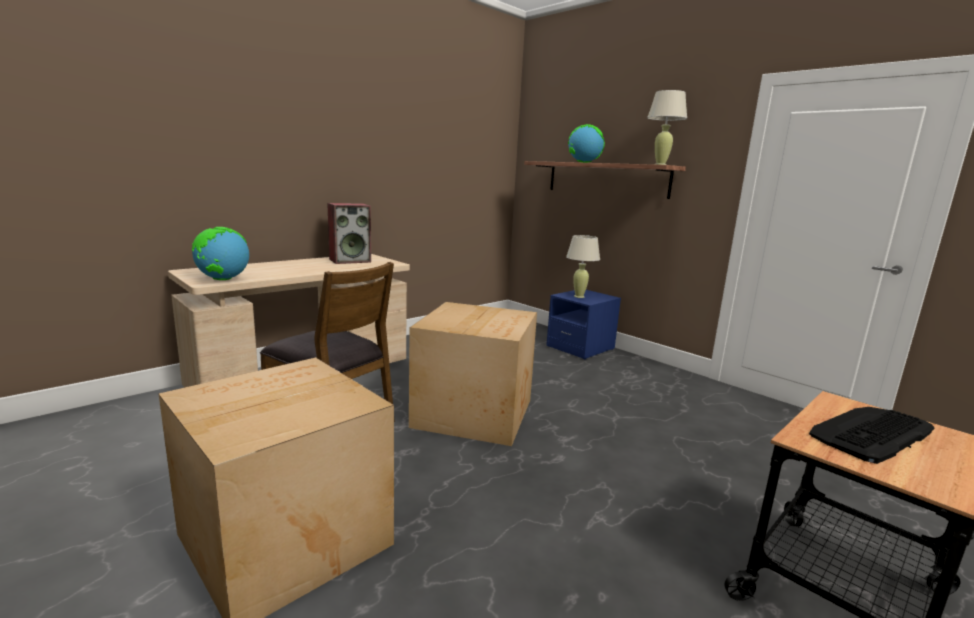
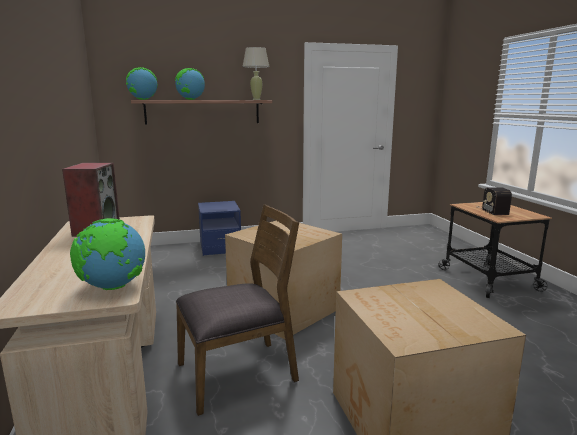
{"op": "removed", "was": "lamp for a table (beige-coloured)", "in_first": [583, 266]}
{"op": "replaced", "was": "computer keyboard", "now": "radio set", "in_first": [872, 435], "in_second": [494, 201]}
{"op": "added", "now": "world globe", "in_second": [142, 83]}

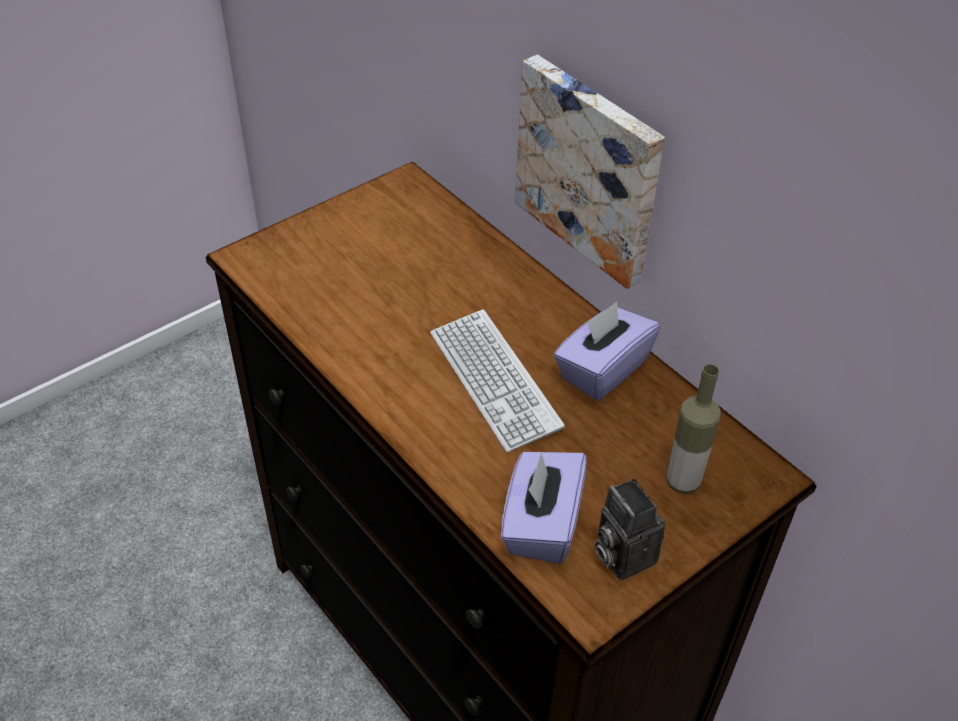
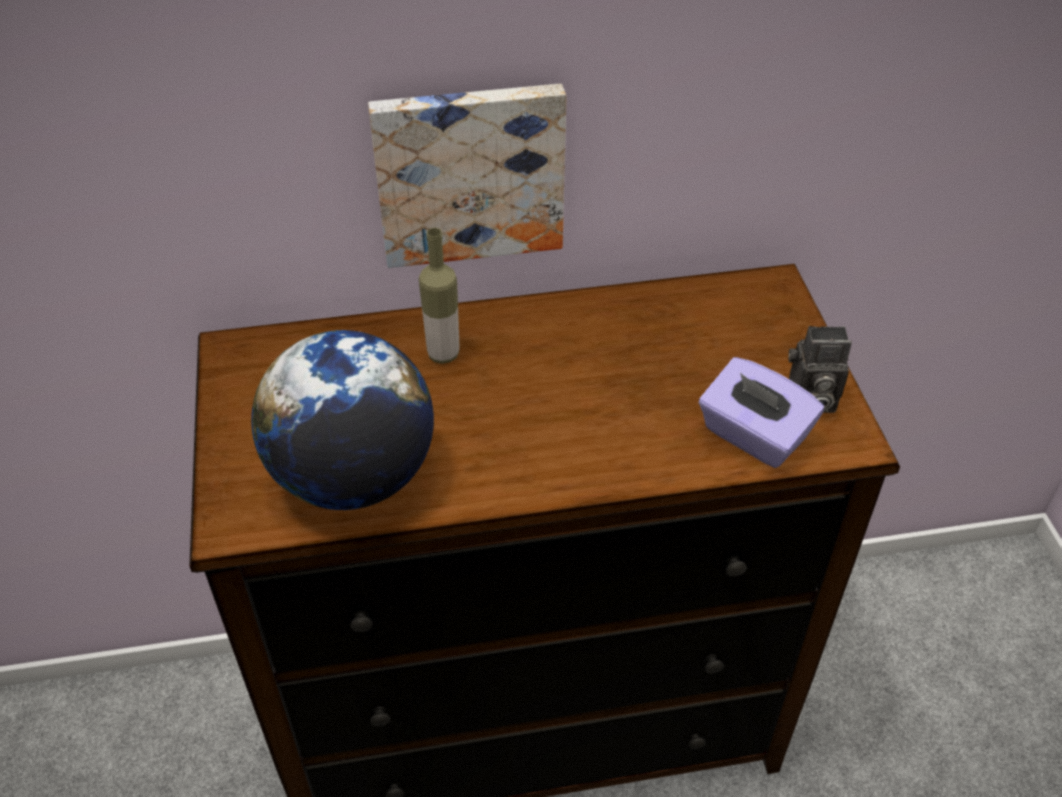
{"op": "removed", "was": "computer keyboard", "in_first": [497, 381]}
{"op": "removed", "was": "box of tissues (purple)", "in_first": [607, 351]}
{"op": "moved", "was": "drink bottle", "in_first": [694, 429], "in_second": [439, 296]}
{"op": "added", "now": "world globe", "in_second": [342, 420]}

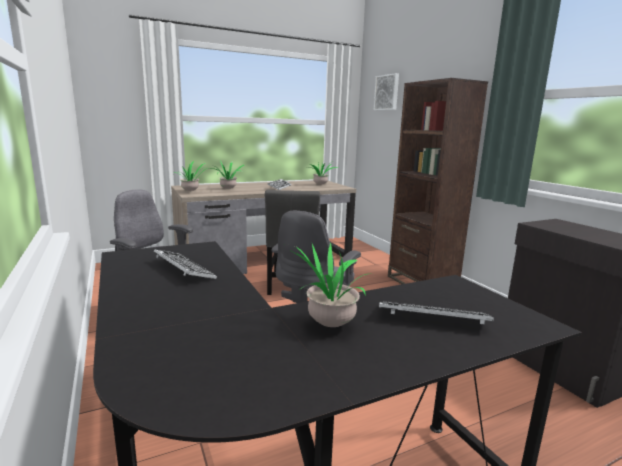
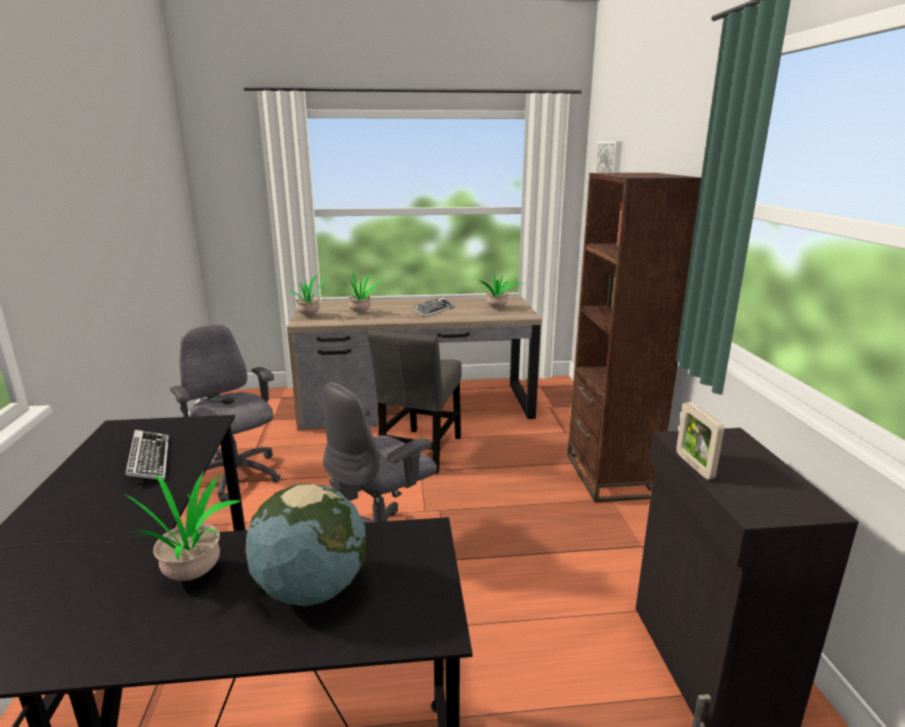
{"op": "replaced", "was": "computer keyboard", "now": "world globe", "in_first": [436, 313], "in_second": [305, 545]}
{"op": "added", "now": "picture frame", "in_second": [700, 441]}

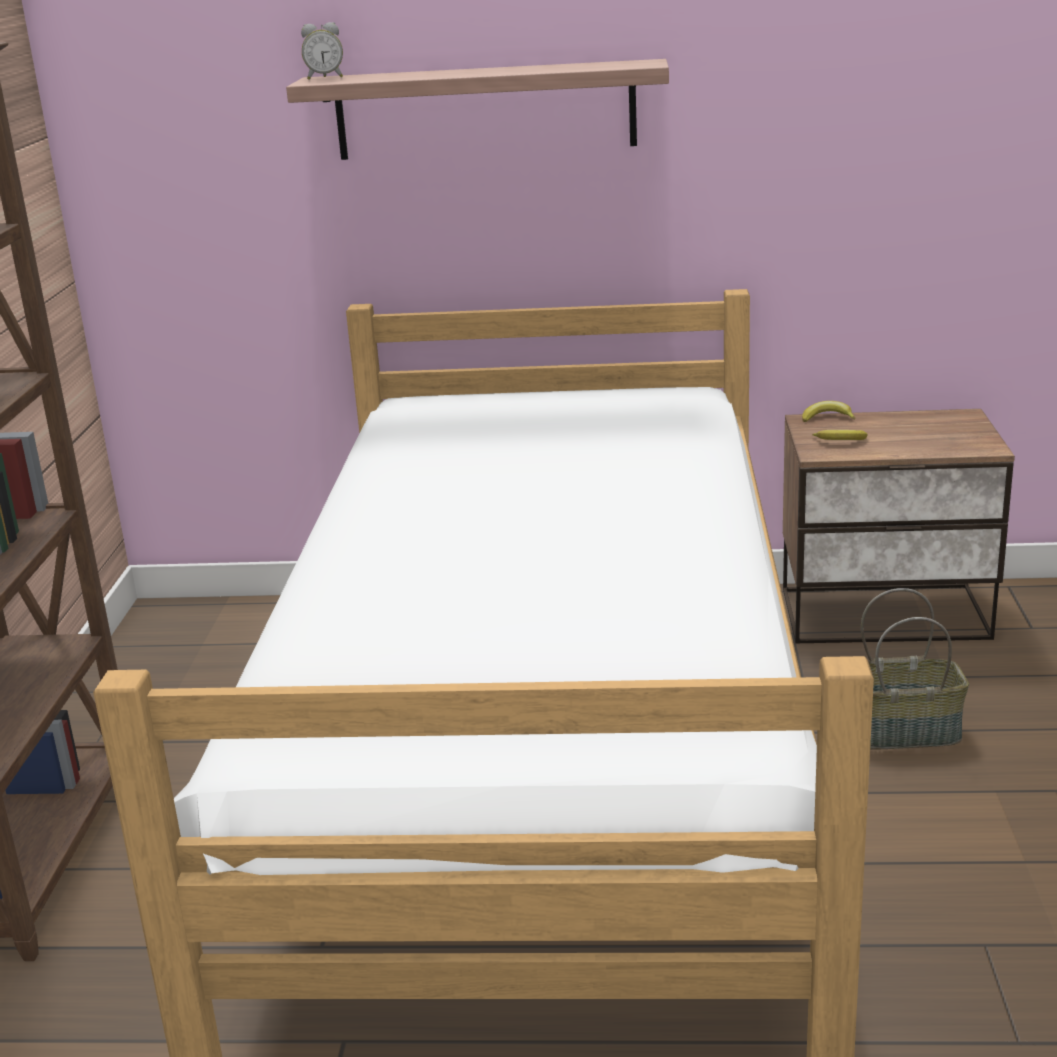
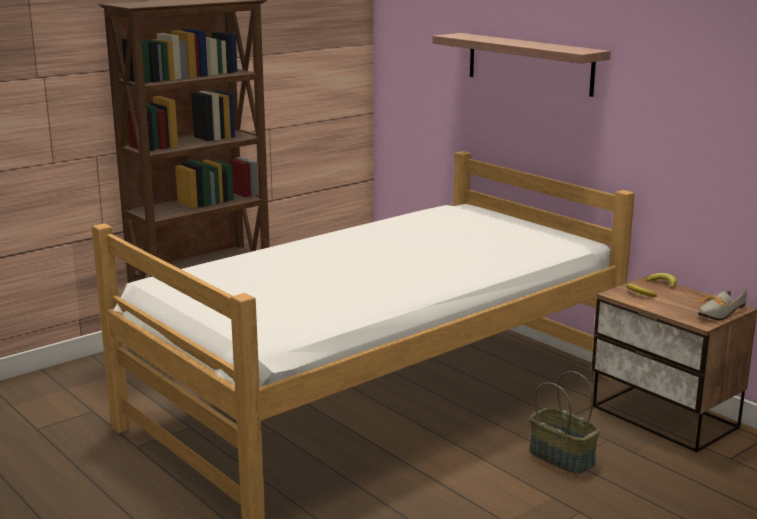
{"op": "removed", "was": "bedside clock", "in_first": [322, 51]}
{"op": "added", "now": "low shoe", "in_second": [722, 304]}

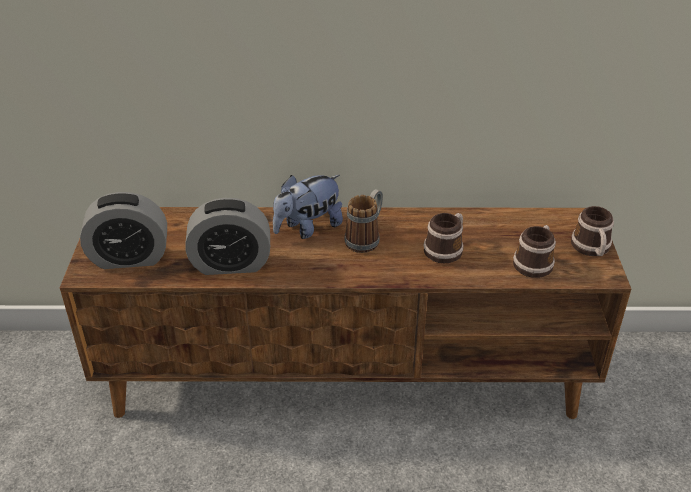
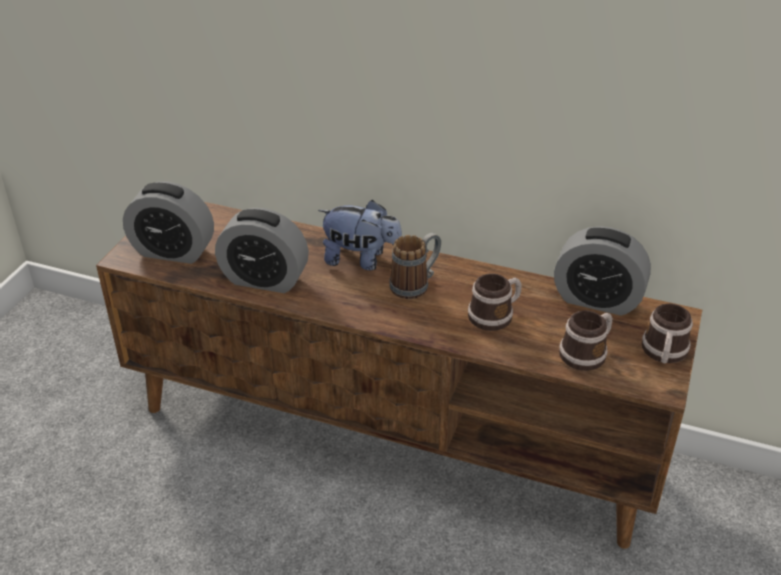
{"op": "turned", "was": "soft toy", "in_first": [308, 207], "in_second": [360, 235], "clockwise": -150}
{"op": "added", "now": "bedside clock", "in_second": [602, 271]}

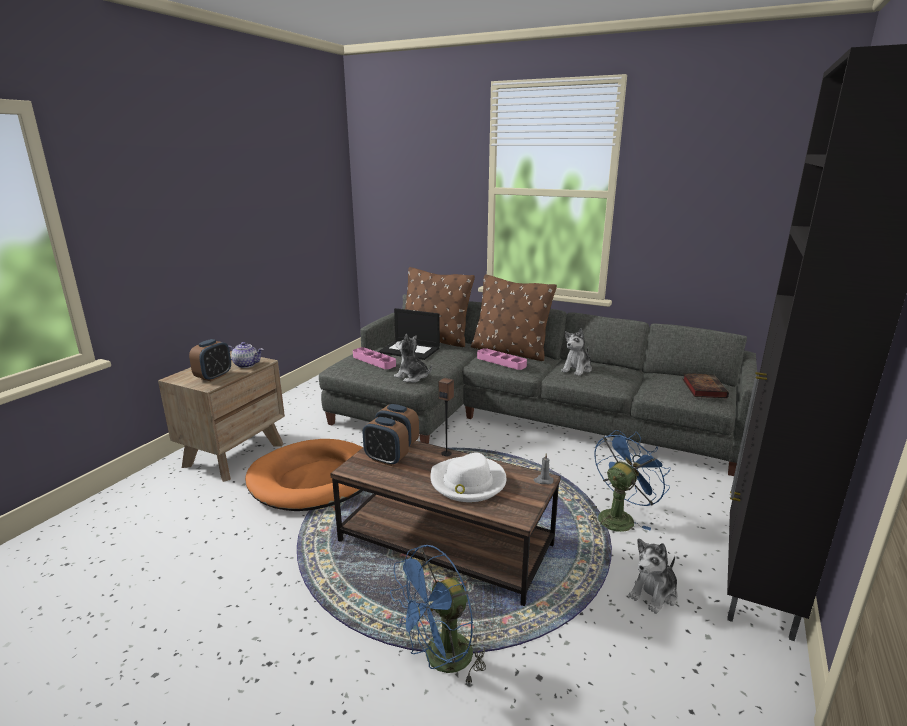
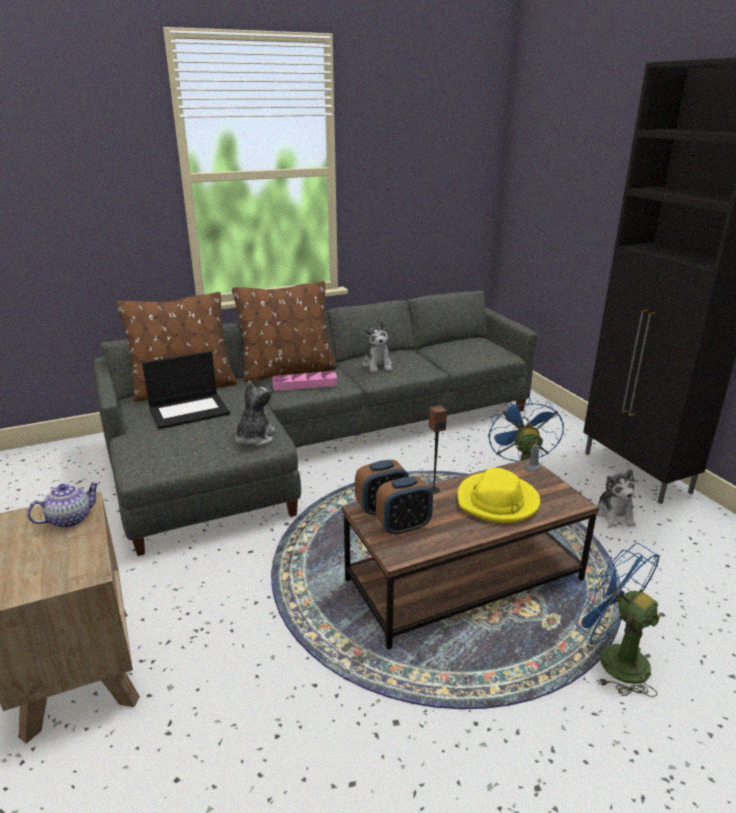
{"op": "removed", "was": "bedside clock", "in_first": [210, 360]}
{"op": "removed", "was": "pet bed (orange-coloured)", "in_first": [304, 475]}
{"op": "removed", "was": "tray (pink-coloured)", "in_first": [374, 358]}
{"op": "turned", "was": "cooling fan (blue-coloured)", "in_first": [438, 615], "in_second": [617, 620], "clockwise": 135}
{"op": "turned", "was": "soft toy", "in_first": [413, 358], "in_second": [255, 413], "clockwise": 120}
{"op": "recoloured", "was": "hat (white-coloured)", "now": "hat (yellowish)", "in_first": [468, 477], "in_second": [498, 495]}
{"op": "removed", "was": "bound book", "in_first": [706, 385]}

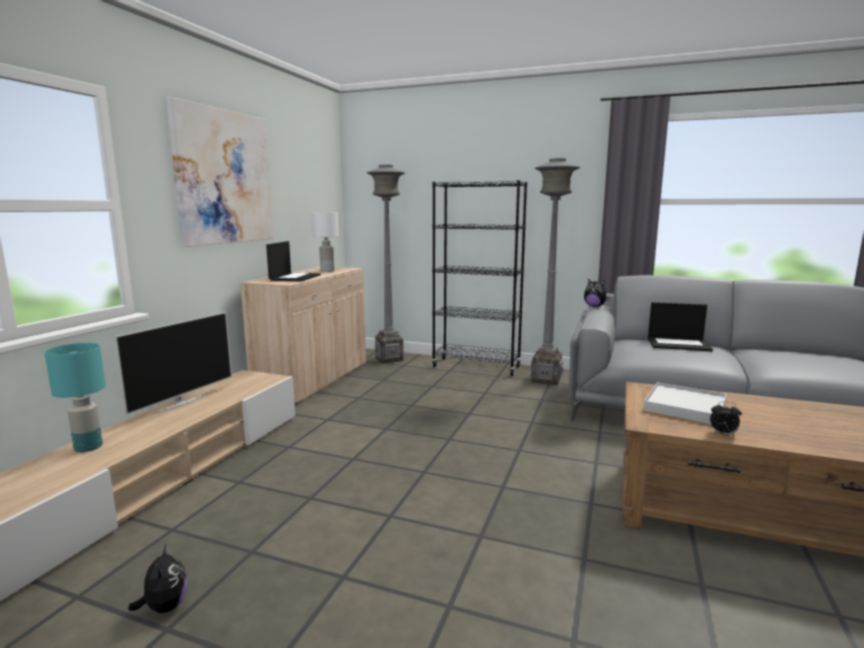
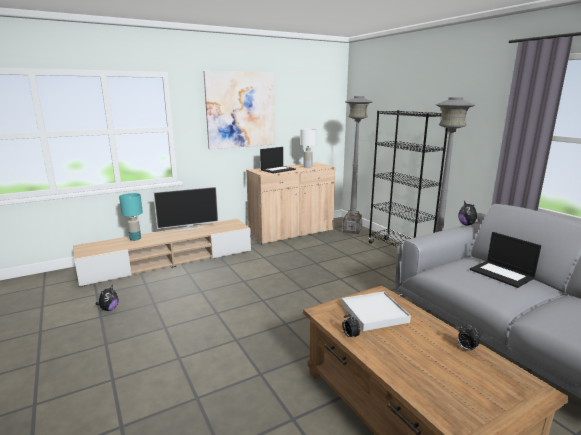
{"op": "added", "now": "bedside clock", "in_second": [469, 338]}

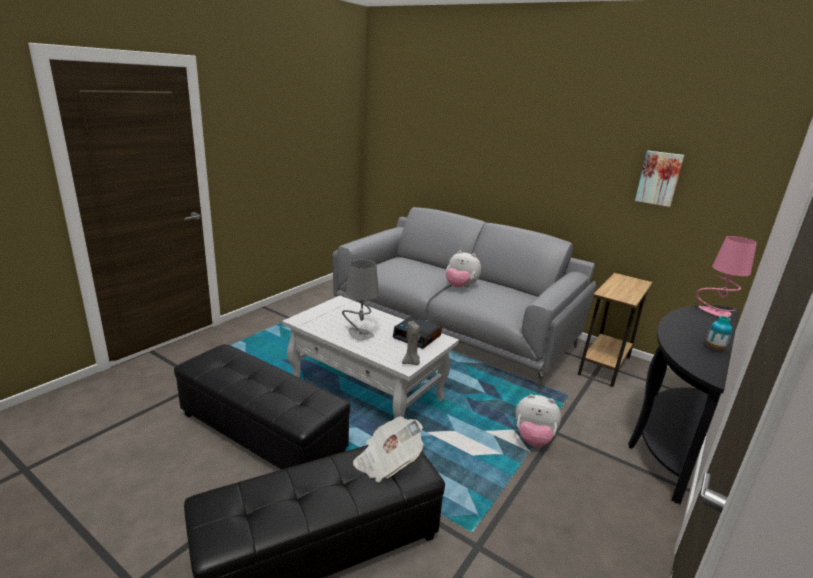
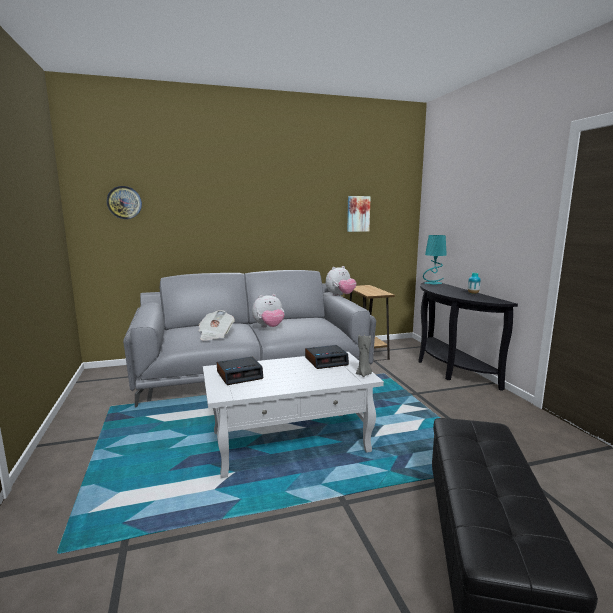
{"op": "removed", "was": "pouffe (black)", "in_first": [262, 407]}
{"op": "removed", "was": "lamp for a table (gray)", "in_first": [360, 300]}
{"op": "moved", "was": "printed paper", "in_first": [388, 449], "in_second": [216, 325]}
{"op": "moved", "was": "soft toy", "in_first": [538, 420], "in_second": [341, 281]}
{"op": "recoloured", "was": "lamp for a table (pink-coloured)", "now": "lamp for a table (turquoise)", "in_first": [726, 276], "in_second": [435, 260]}
{"op": "added", "now": "wall clock", "in_second": [124, 202]}
{"op": "added", "now": "bedside clock", "in_second": [240, 371]}

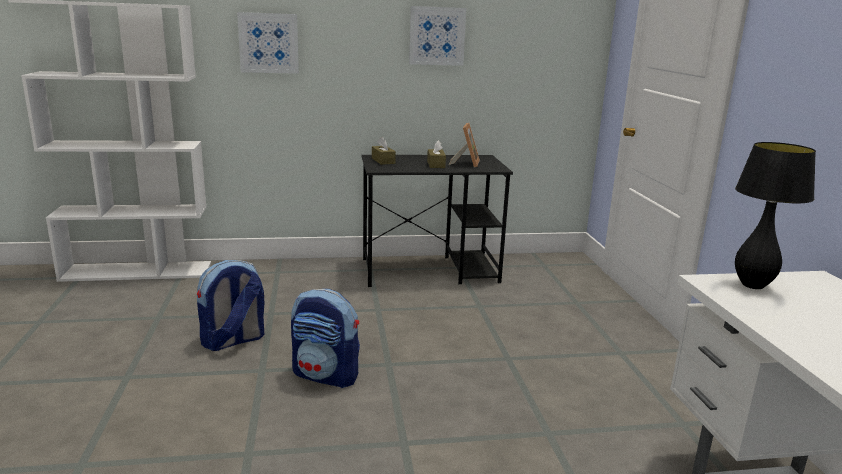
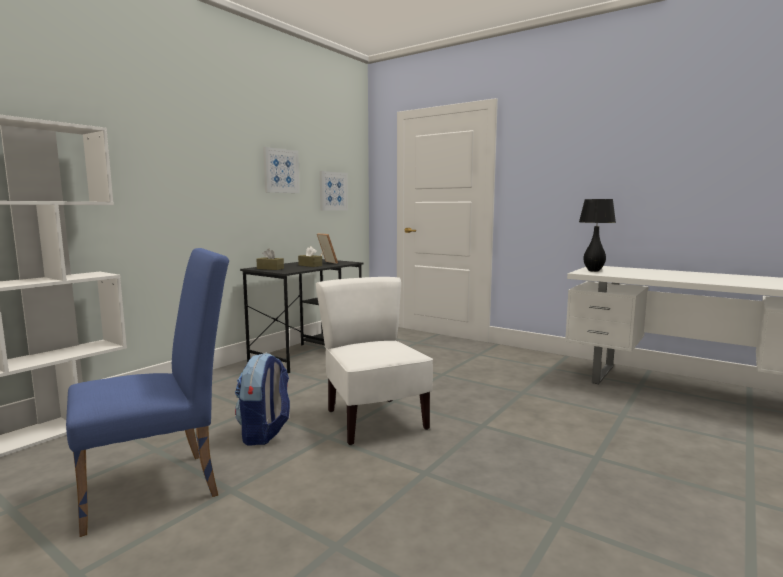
{"op": "moved", "was": "wall picture", "in_first": [268, 43], "in_second": [334, 191]}
{"op": "replaced", "was": "rucksack", "now": "upright chair (white-coloured)", "in_first": [325, 338], "in_second": [374, 361]}
{"op": "added", "now": "upright chair (blue-coloured)", "in_second": [147, 392]}

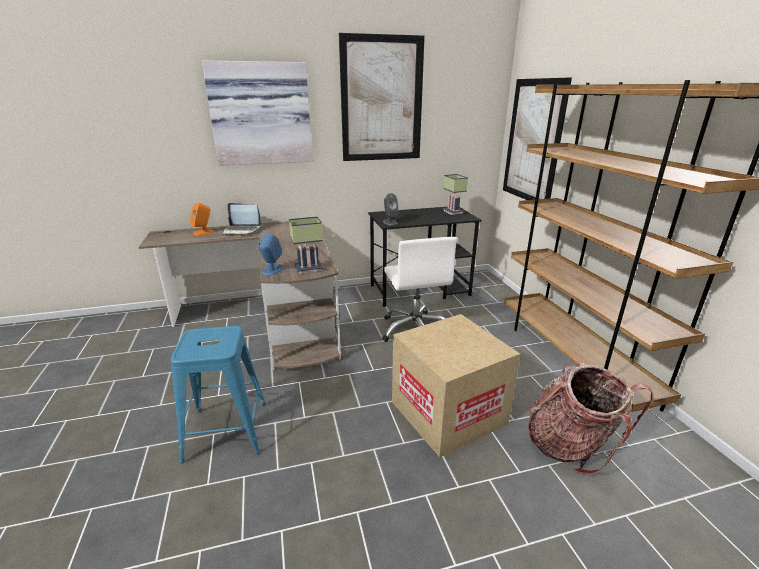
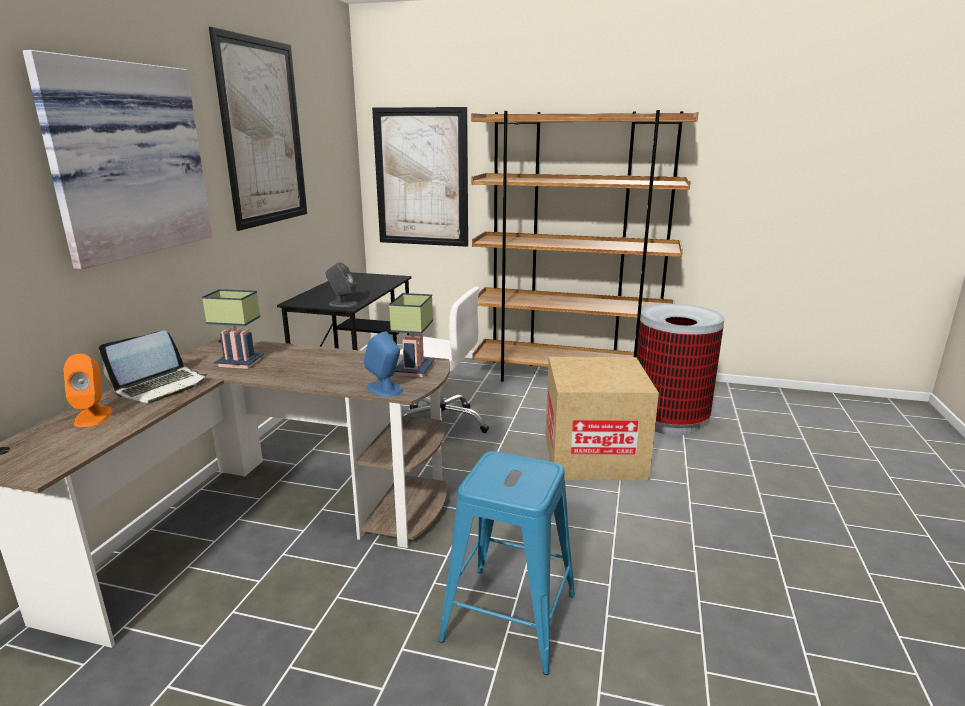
{"op": "moved", "was": "lamp for a table", "in_first": [455, 194], "in_second": [233, 329]}
{"op": "replaced", "was": "rucksack", "now": "rubbish bin", "in_first": [591, 418], "in_second": [681, 369]}

